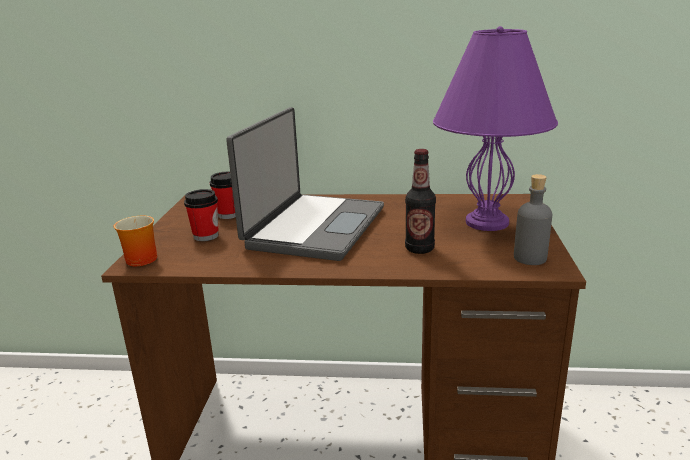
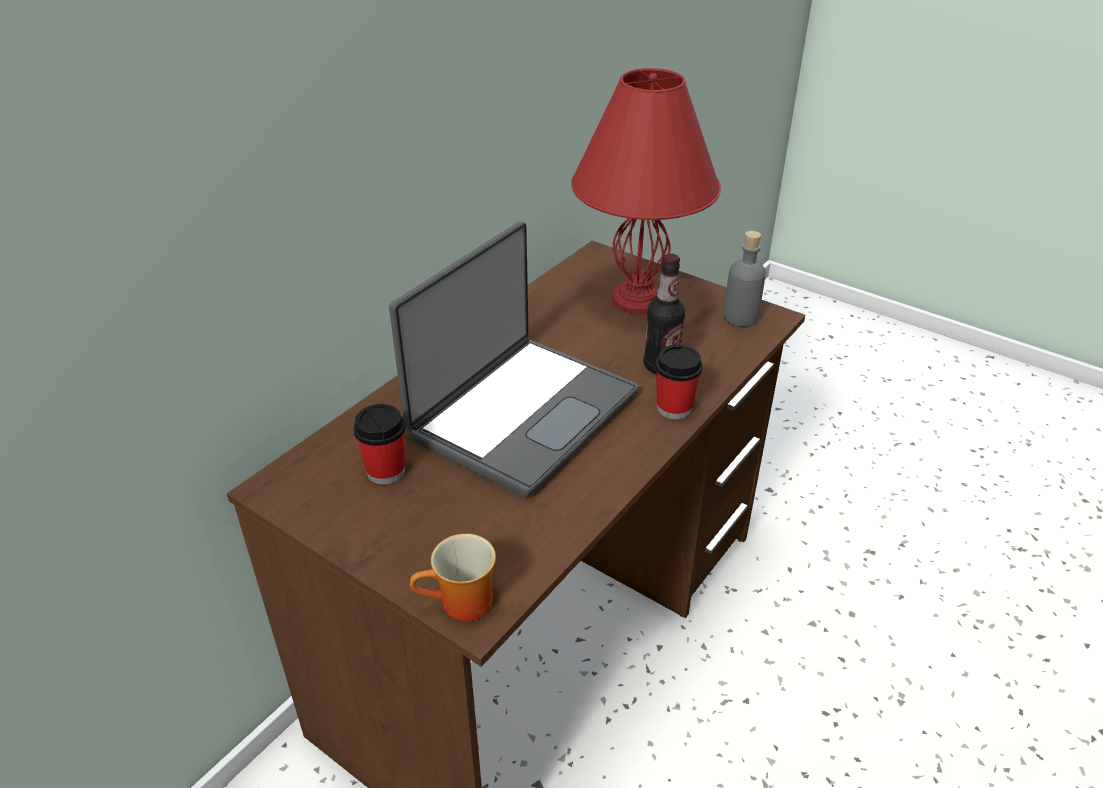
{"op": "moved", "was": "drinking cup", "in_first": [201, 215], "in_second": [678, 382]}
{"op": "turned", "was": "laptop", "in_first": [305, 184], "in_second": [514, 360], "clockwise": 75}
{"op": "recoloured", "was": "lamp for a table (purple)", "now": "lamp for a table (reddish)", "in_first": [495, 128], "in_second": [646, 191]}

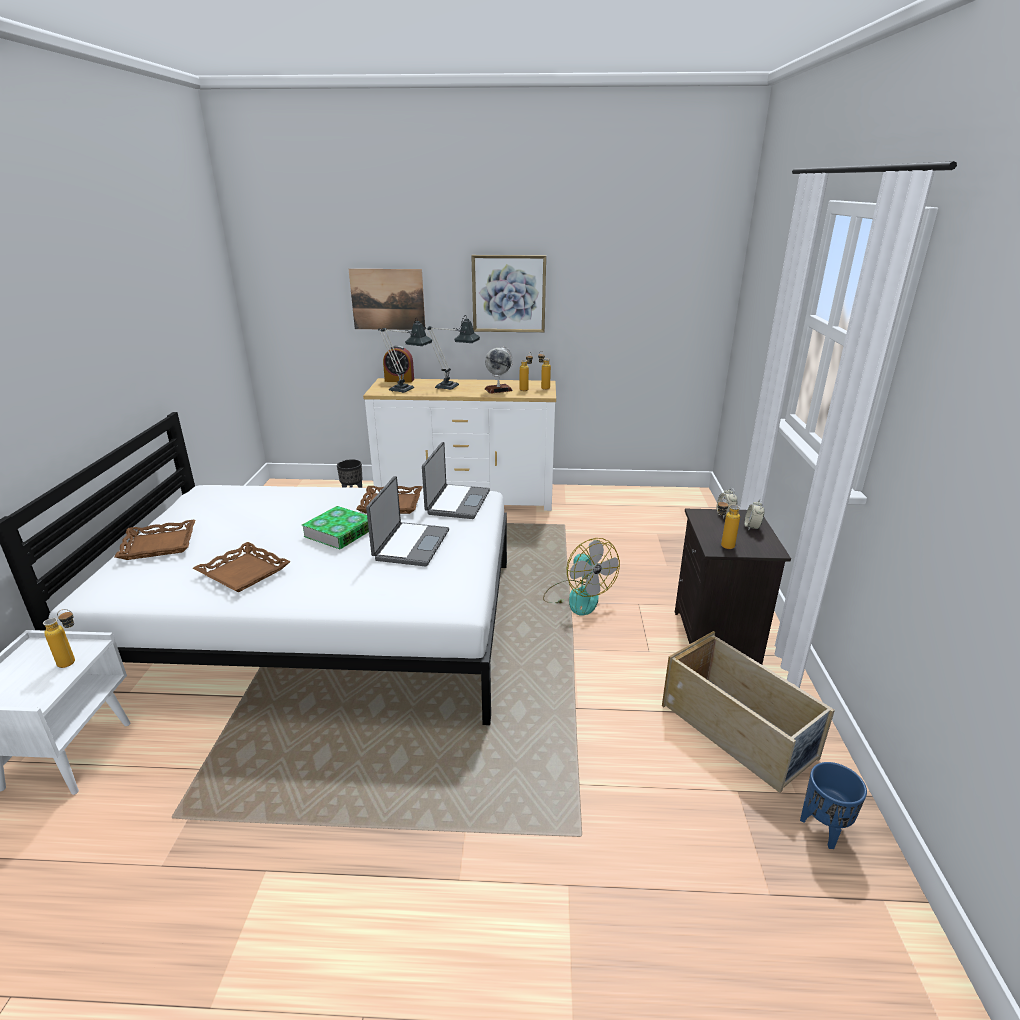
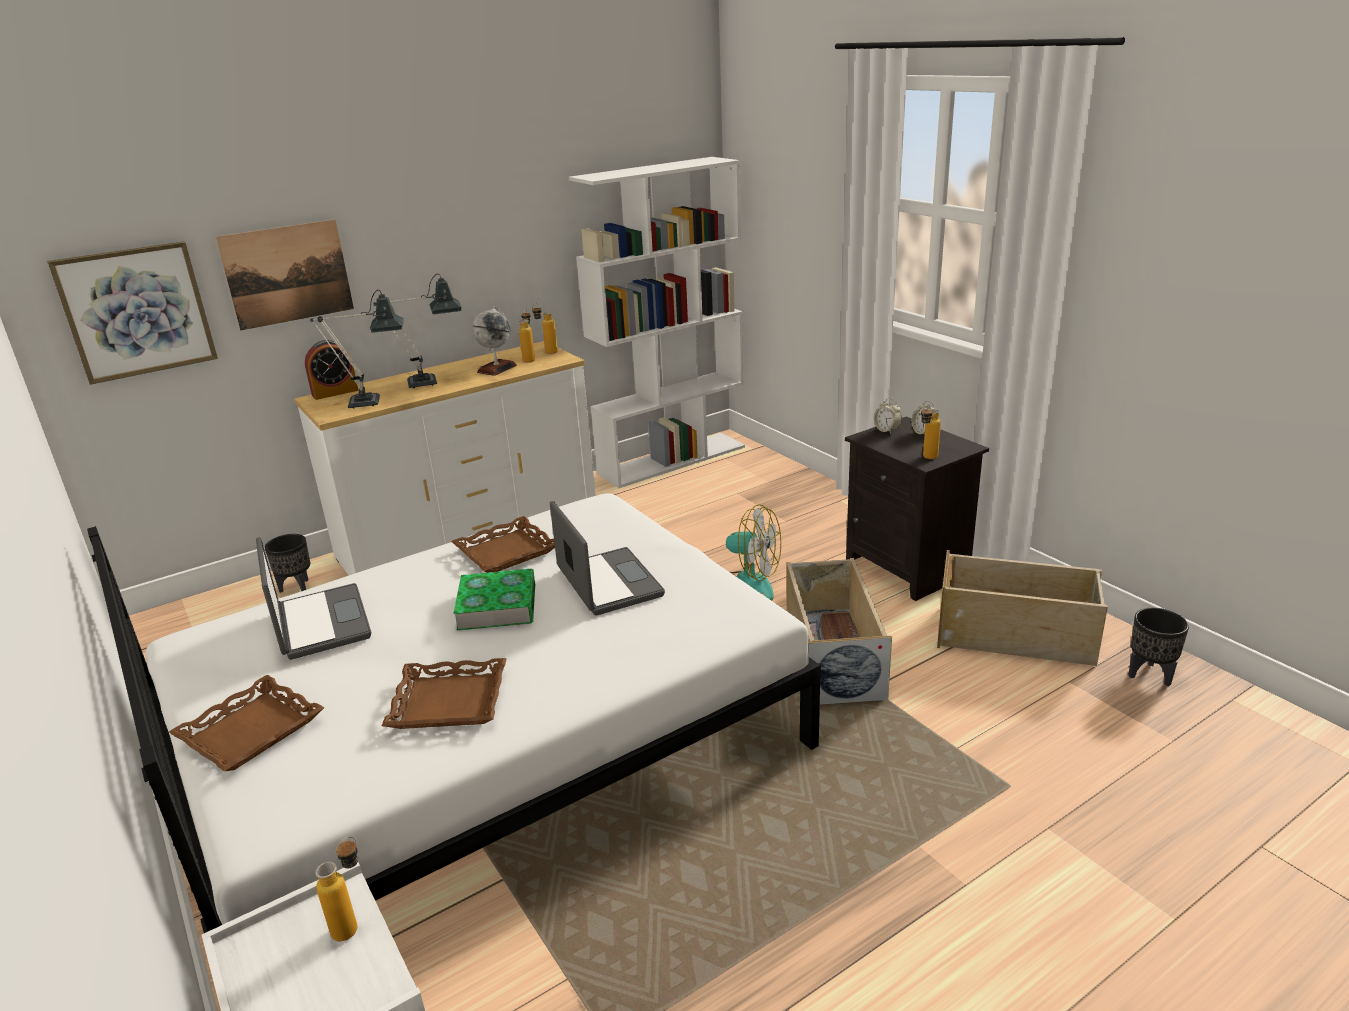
{"op": "moved", "was": "laptop", "in_first": [456, 480], "in_second": [313, 598]}
{"op": "moved", "was": "wall picture", "in_first": [508, 293], "in_second": [132, 313]}
{"op": "recoloured", "was": "plant pot (blue-coloured)", "now": "plant pot (black)", "in_first": [833, 805], "in_second": [1158, 647]}
{"op": "added", "now": "bookcase (white-coloured)", "in_second": [657, 322]}
{"op": "added", "now": "storage container (beige-coloured)", "in_second": [839, 631]}

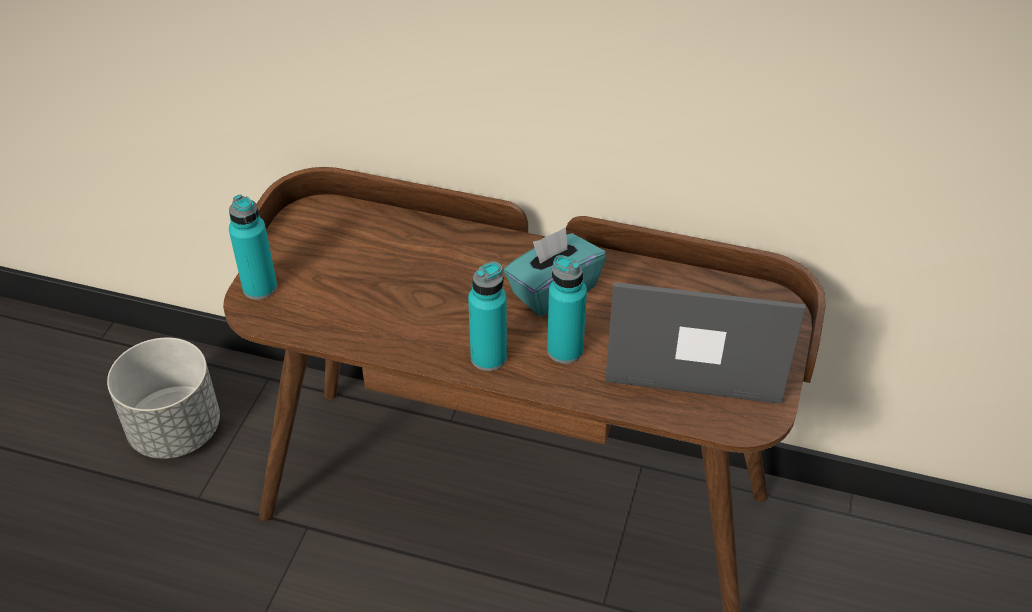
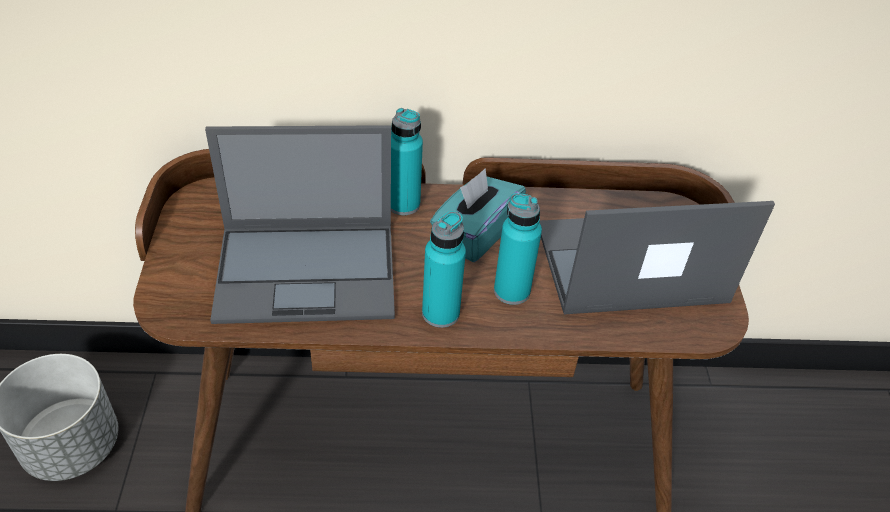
{"op": "moved", "was": "drink bottle (turquoise)", "in_first": [253, 247], "in_second": [407, 161]}
{"op": "added", "now": "laptop", "in_second": [300, 224]}

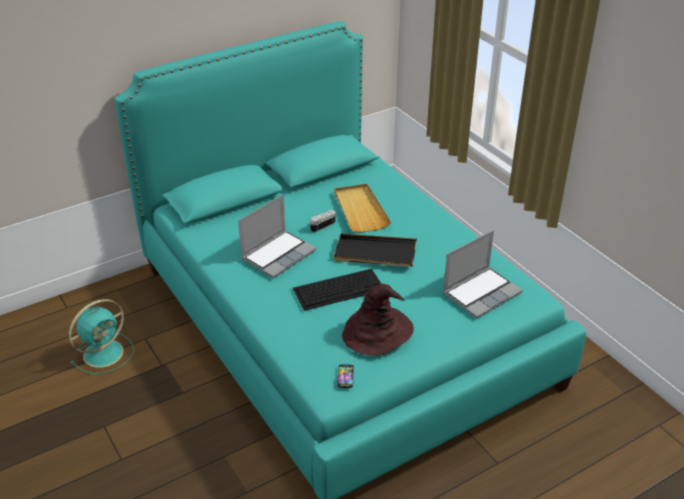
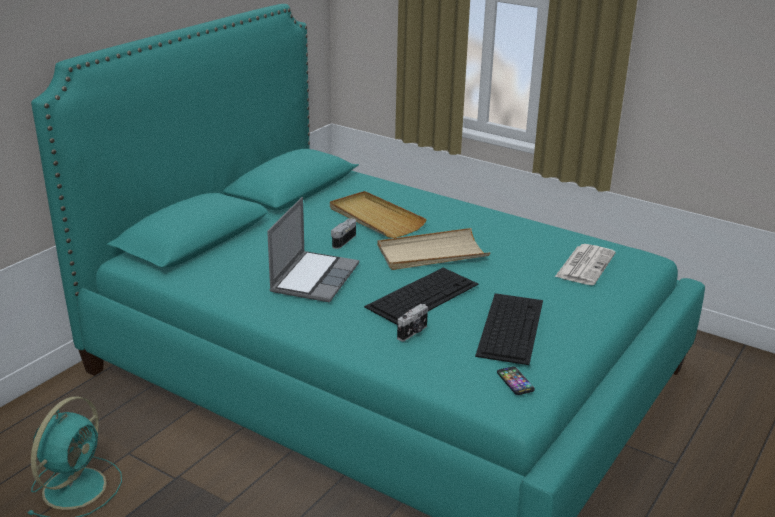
{"op": "recoloured", "was": "tray (black)", "now": "tray (beige-coloured)", "in_first": [375, 250], "in_second": [433, 249]}
{"op": "replaced", "was": "hat (brownish)", "now": "computer keyboard", "in_first": [378, 320], "in_second": [509, 329]}
{"op": "replaced", "was": "laptop", "now": "printed paper", "in_first": [483, 274], "in_second": [585, 264]}
{"op": "added", "now": "still camera", "in_second": [412, 323]}

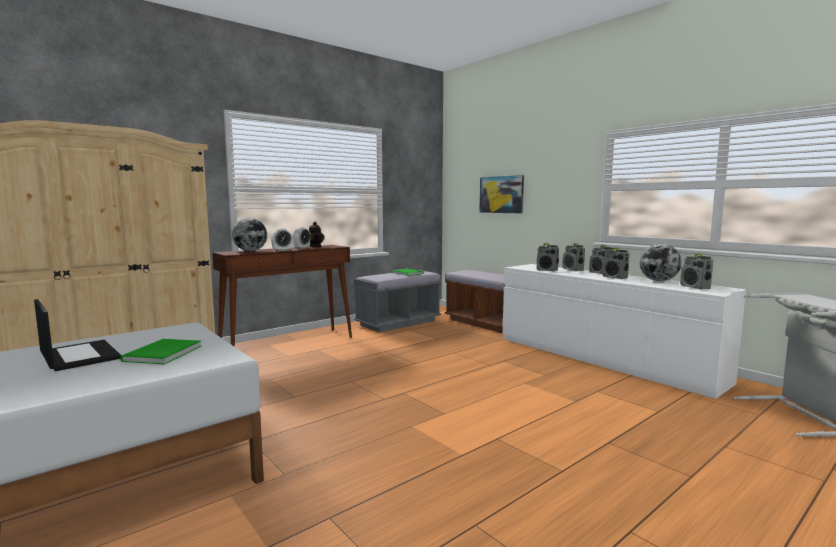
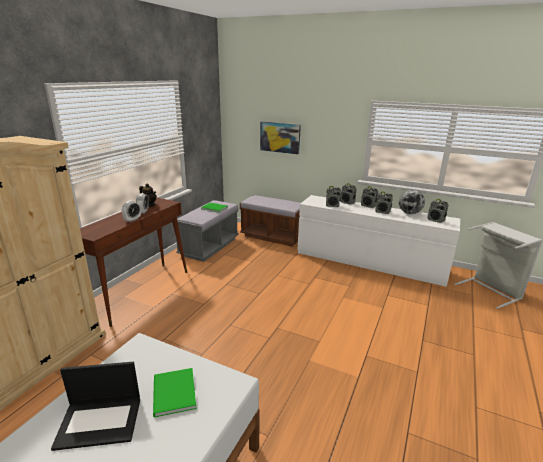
{"op": "turned", "was": "laptop", "in_first": [77, 335], "in_second": [95, 406], "clockwise": 150}
{"op": "removed", "was": "world globe", "in_first": [249, 234]}

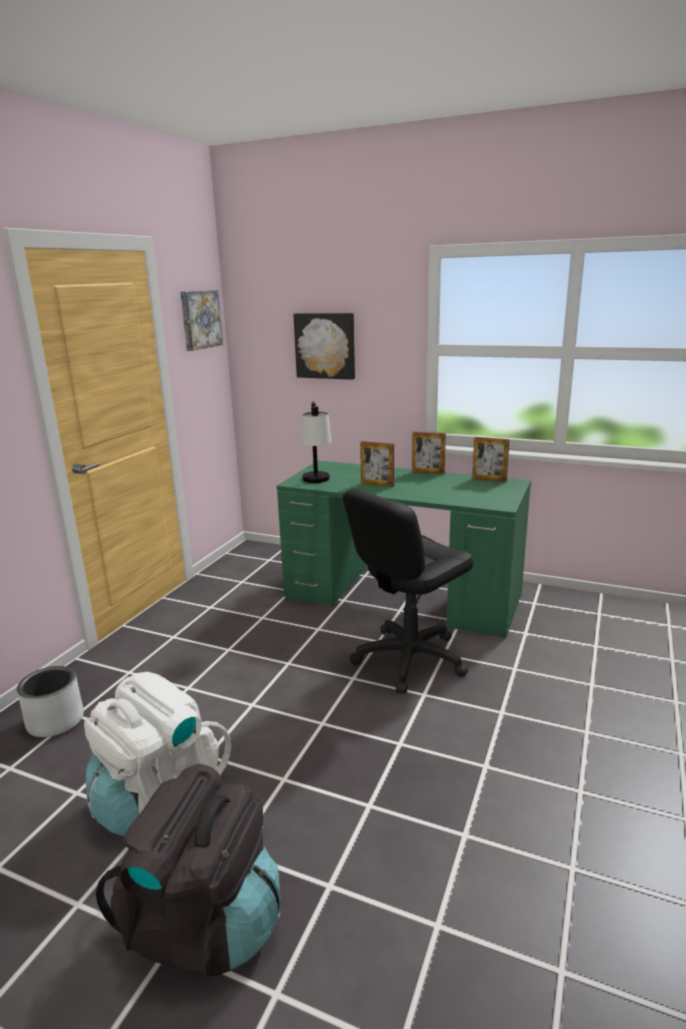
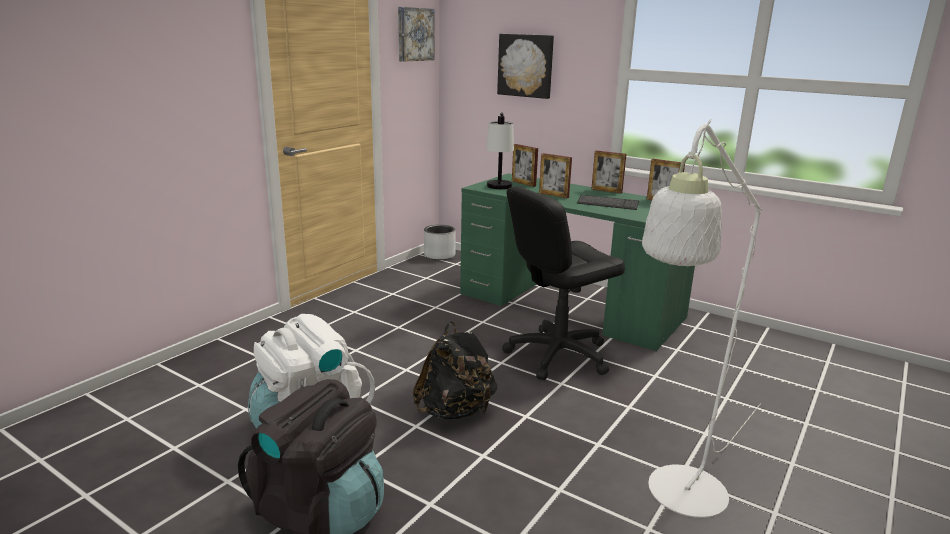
{"op": "moved", "was": "plant pot (gray)", "in_first": [50, 701], "in_second": [439, 242]}
{"op": "added", "now": "rucksack (black)", "in_second": [454, 370]}
{"op": "added", "now": "picture frame", "in_second": [525, 165]}
{"op": "added", "now": "computer keyboard", "in_second": [608, 202]}
{"op": "added", "now": "standing lamp (white-coloured)", "in_second": [702, 318]}

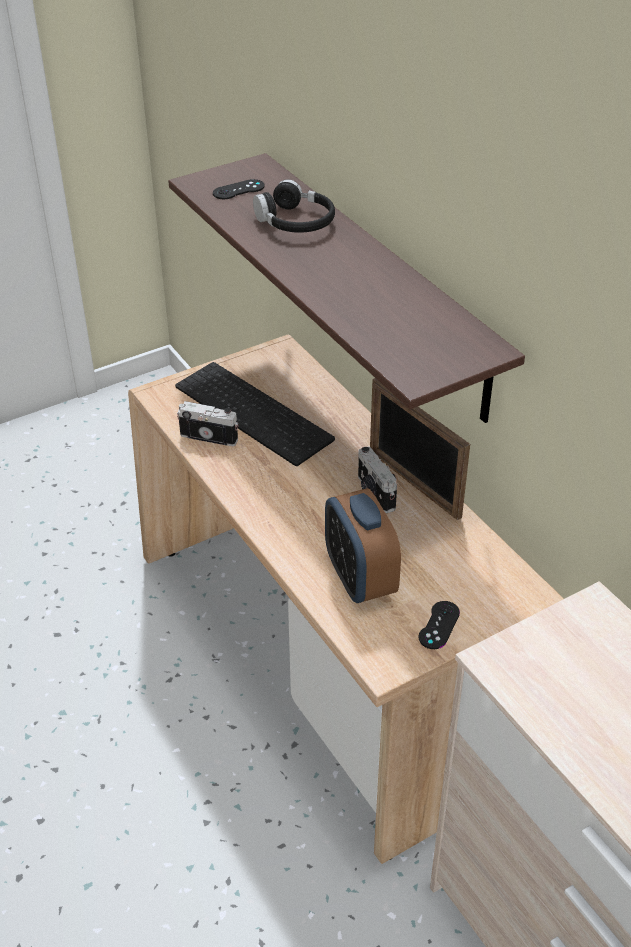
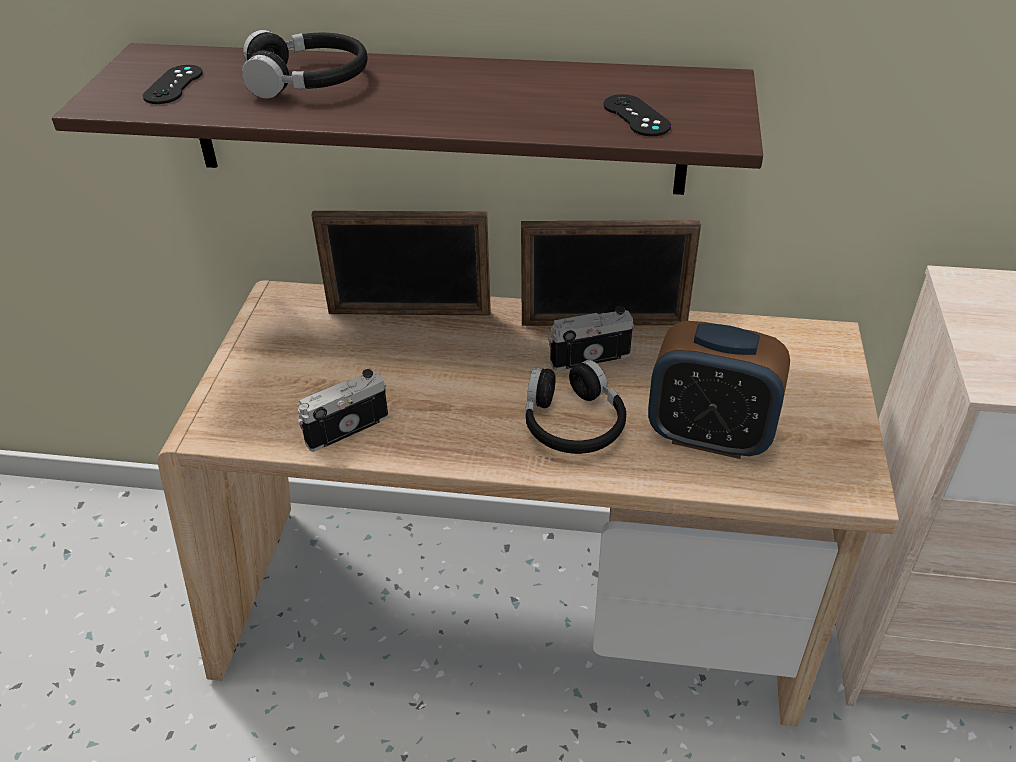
{"op": "removed", "was": "computer keyboard", "in_first": [255, 414]}
{"op": "turned", "was": "still camera", "in_first": [377, 480], "in_second": [591, 338], "clockwise": 150}
{"op": "moved", "was": "gamepad (black)", "in_first": [439, 625], "in_second": [637, 115]}
{"op": "added", "now": "picture frame", "in_second": [401, 263]}
{"op": "added", "now": "pair of headphones (black)", "in_second": [575, 407]}

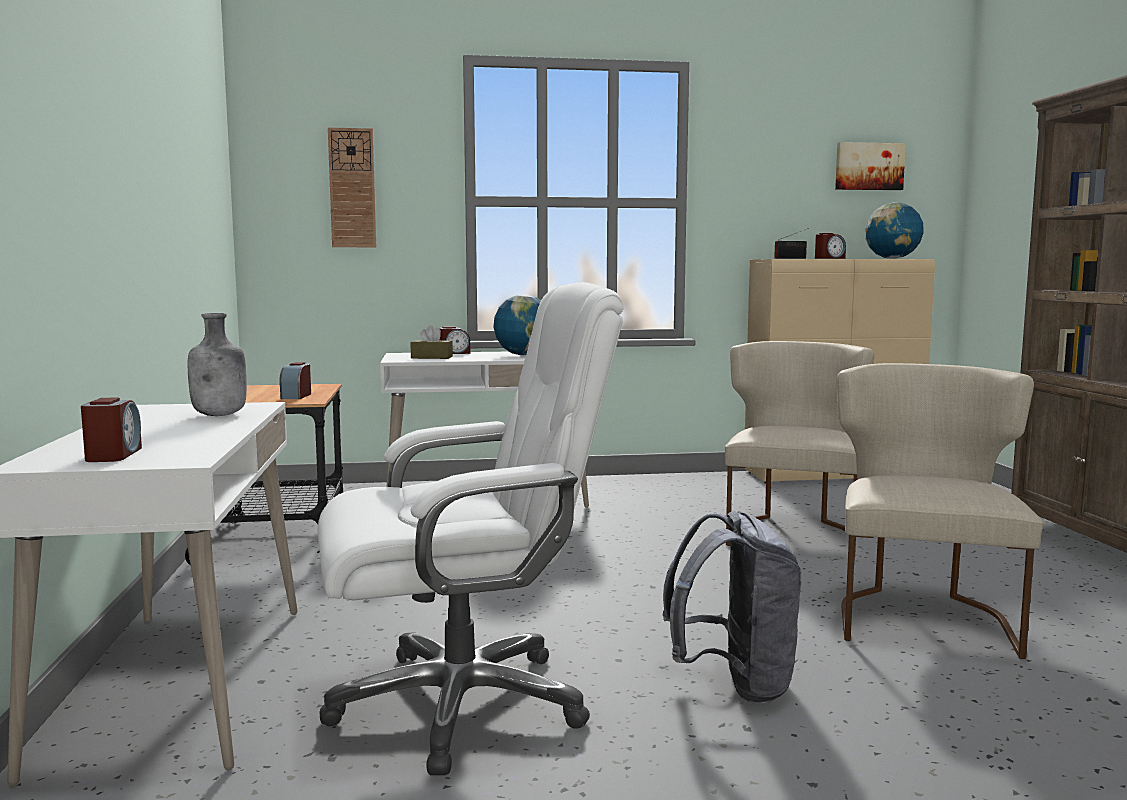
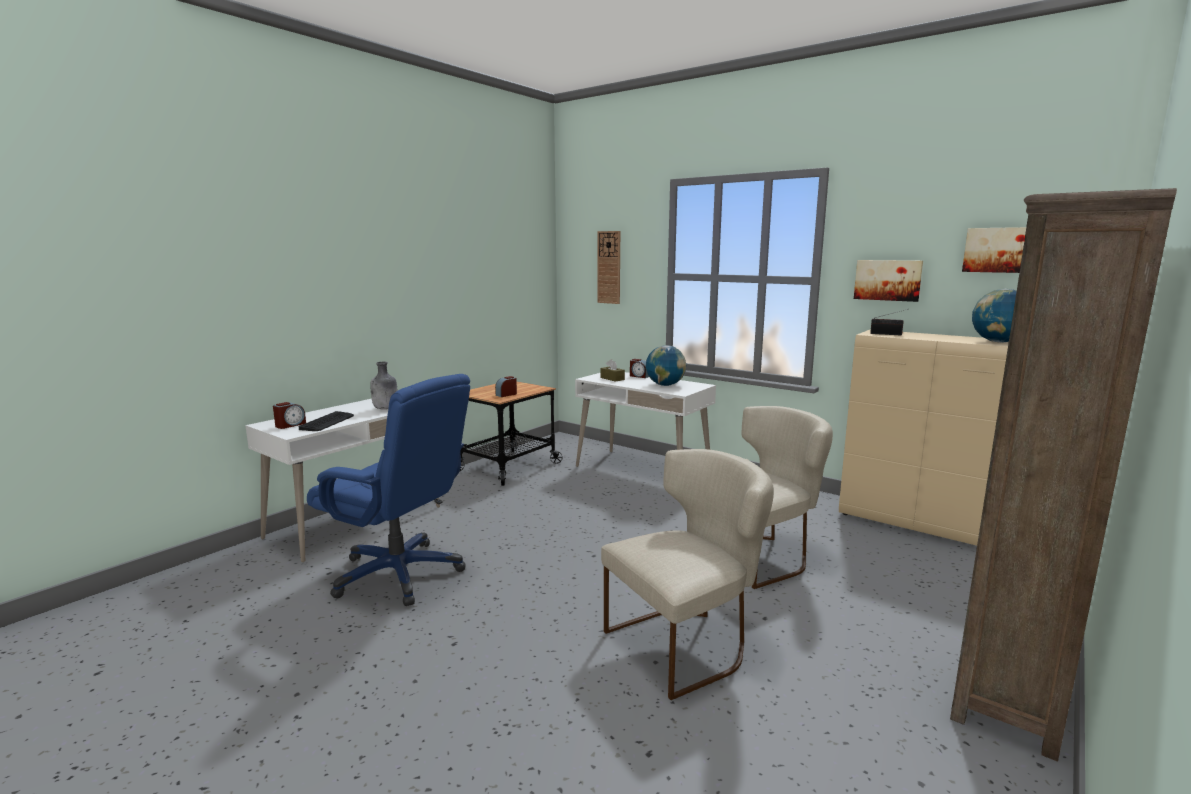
{"op": "recoloured", "was": "computer chair (white-coloured)", "now": "computer chair (blue-coloured)", "in_first": [470, 528], "in_second": [388, 490]}
{"op": "removed", "was": "rucksack (gray)", "in_first": [732, 607]}
{"op": "removed", "was": "bedside clock", "in_first": [830, 246]}
{"op": "added", "now": "computer keyboard", "in_second": [326, 421]}
{"op": "added", "now": "wall picture", "in_second": [888, 281]}

